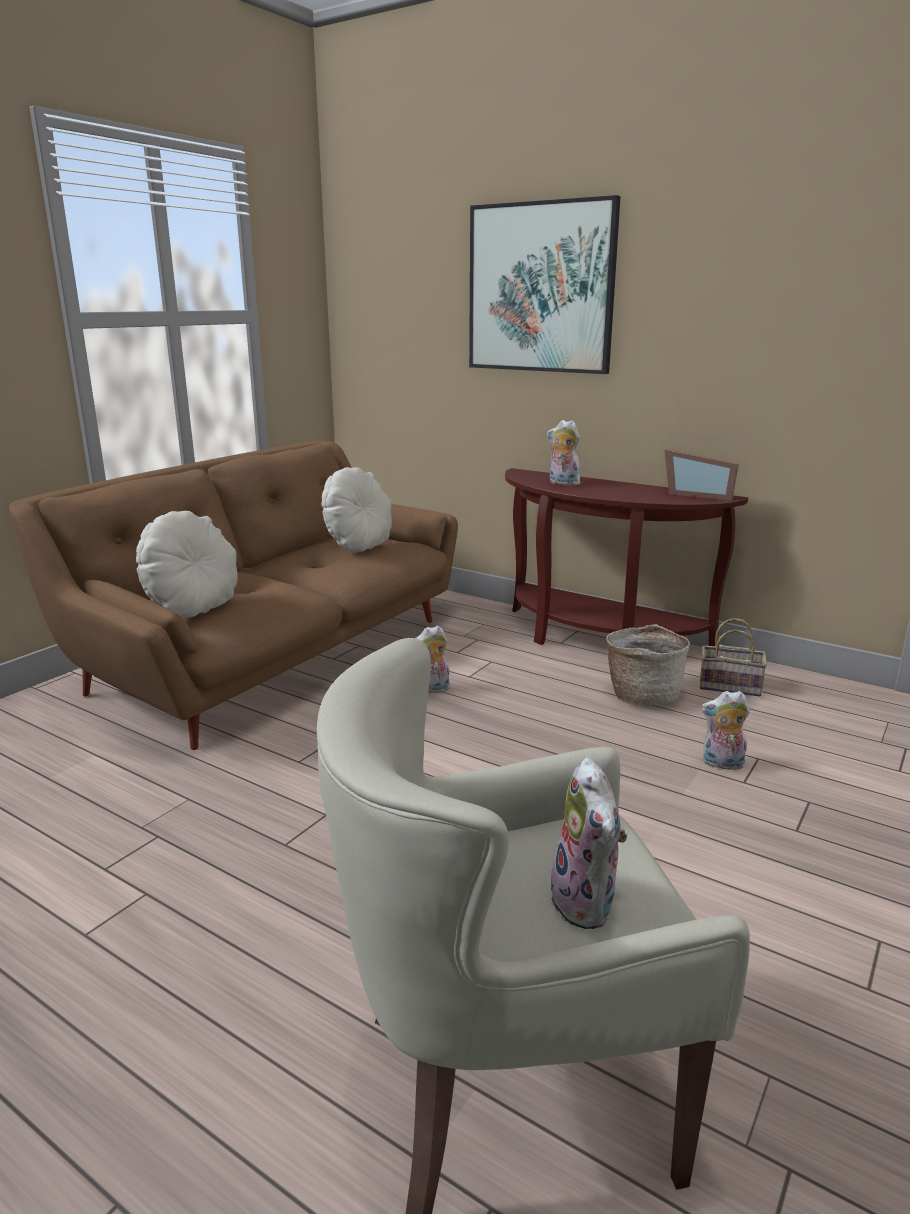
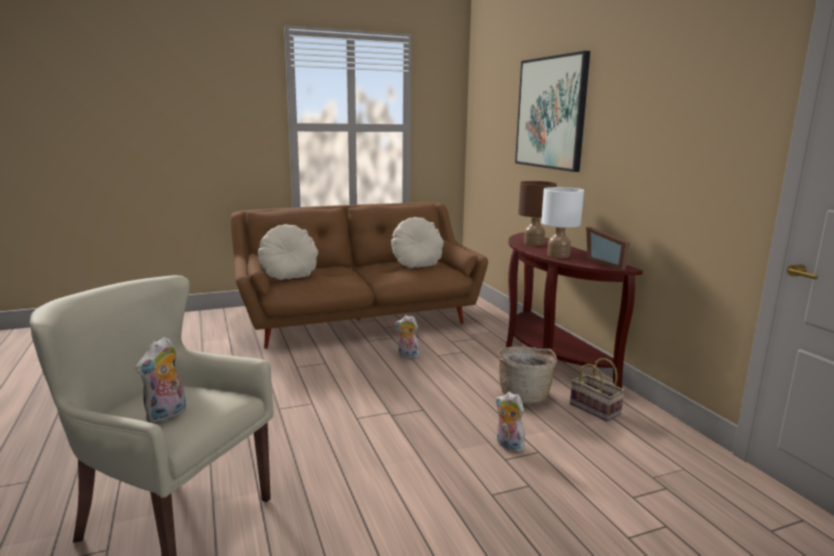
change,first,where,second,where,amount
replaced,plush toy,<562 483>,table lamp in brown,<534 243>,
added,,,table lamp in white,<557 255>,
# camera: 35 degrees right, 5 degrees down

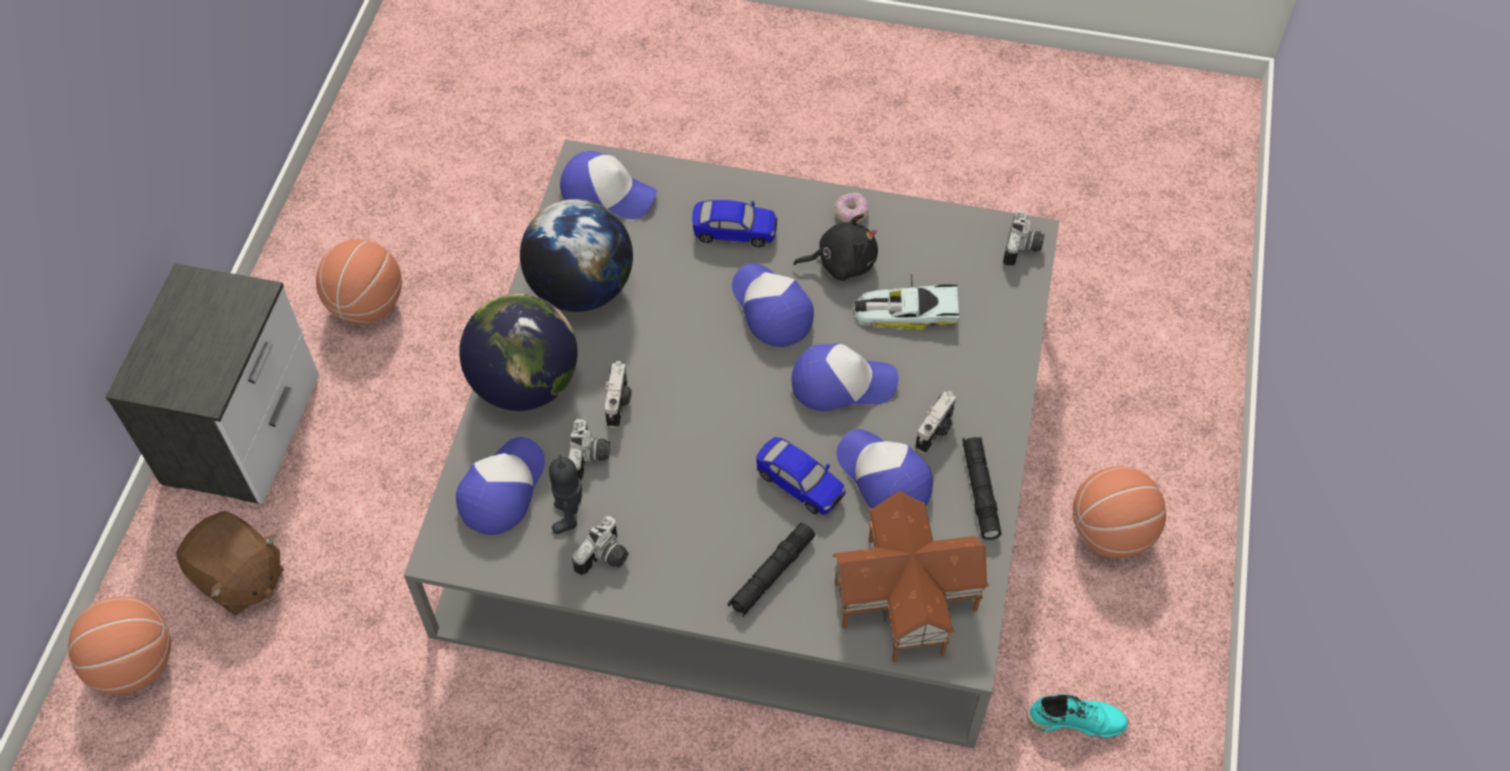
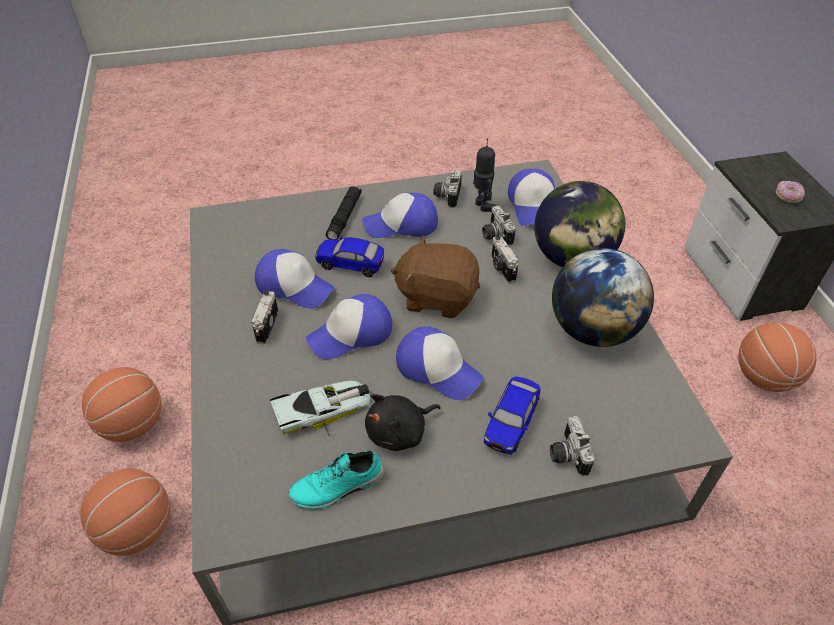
change,first,where,second,where,amount
moved,cap,<607 193>,,<401 225>,
moved,donut,<851 213>,,<787 197>,
turned,toy car,<734 232>,,<510 423>,45 degrees counterclockwise
moved,photo camera,<1023 249>,,<566 454>,
removed,flashlight in black,<980 491>,,,
removed,toy house,<907 594>,,,
moved,plush toy in brown,<239 578>,,<437 297>,
moved,basketball,<134 664>,,<138 529>,
moved,shoe in turquoise,<1075 719>,,<338 488>,
# camera: 155 degrees right, 10 degrees down

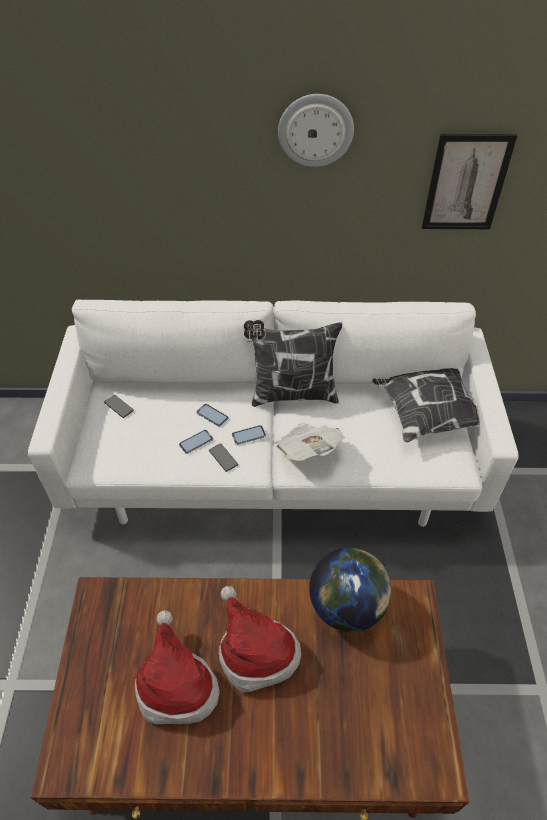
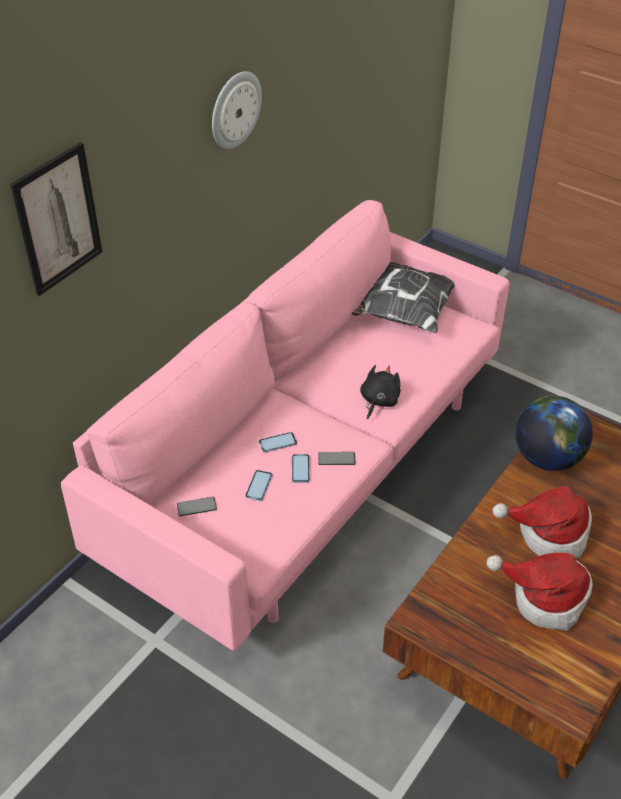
change,first,where,second,where,amount
moved,picture,<466 183>,,<58 219>,
recoloured,sofa in white,<273 465>,sofa in pink,<310 470>,
removed,pillow,<292 394>,,,
replaced,newspaper,<308 451>,plush toy in black,<378 401>,
moved,phone,<248 435>,,<258 486>,
# camera: 55 degrees left, 5 degrees down

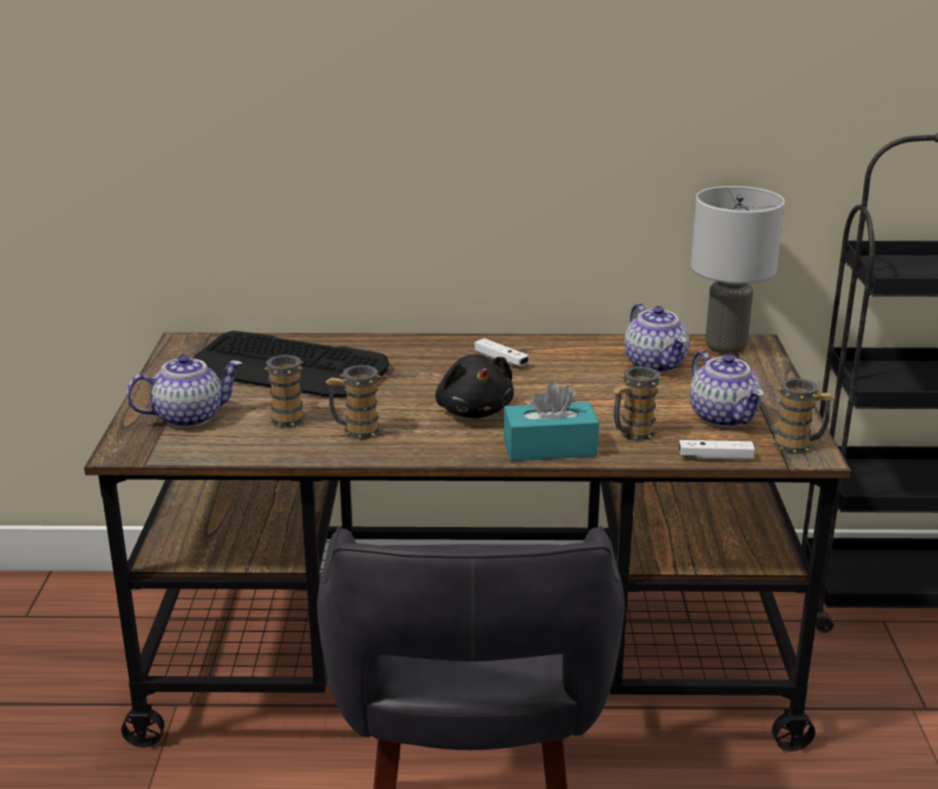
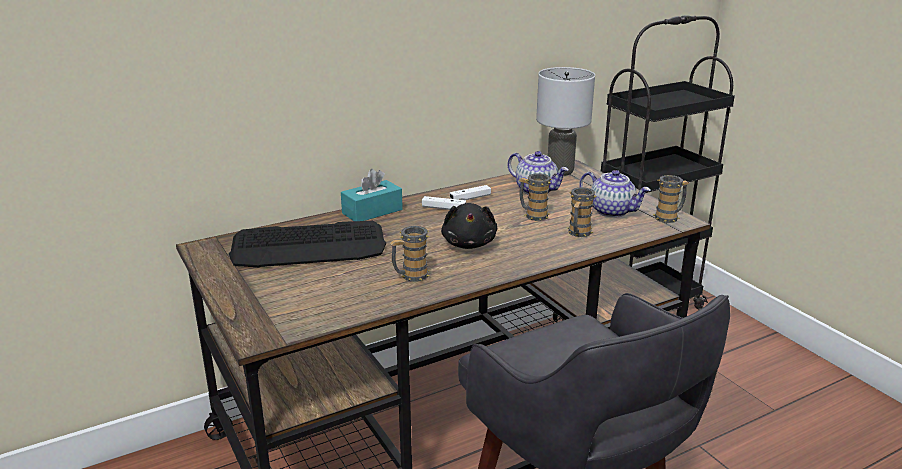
change,first,where,second,where,amount
removed,teapot,<189 417>,,,
turned,plush toy in black,<474 411>,,<469 243>,45 degrees clockwise
moved,mug,<285 417>,,<533 215>,
moved,tissue box in turquoise,<549 448>,,<372 211>,
moved,game controller in white,<715 457>,,<470 198>,
# camera: 30 degrees left, 0 degrees up

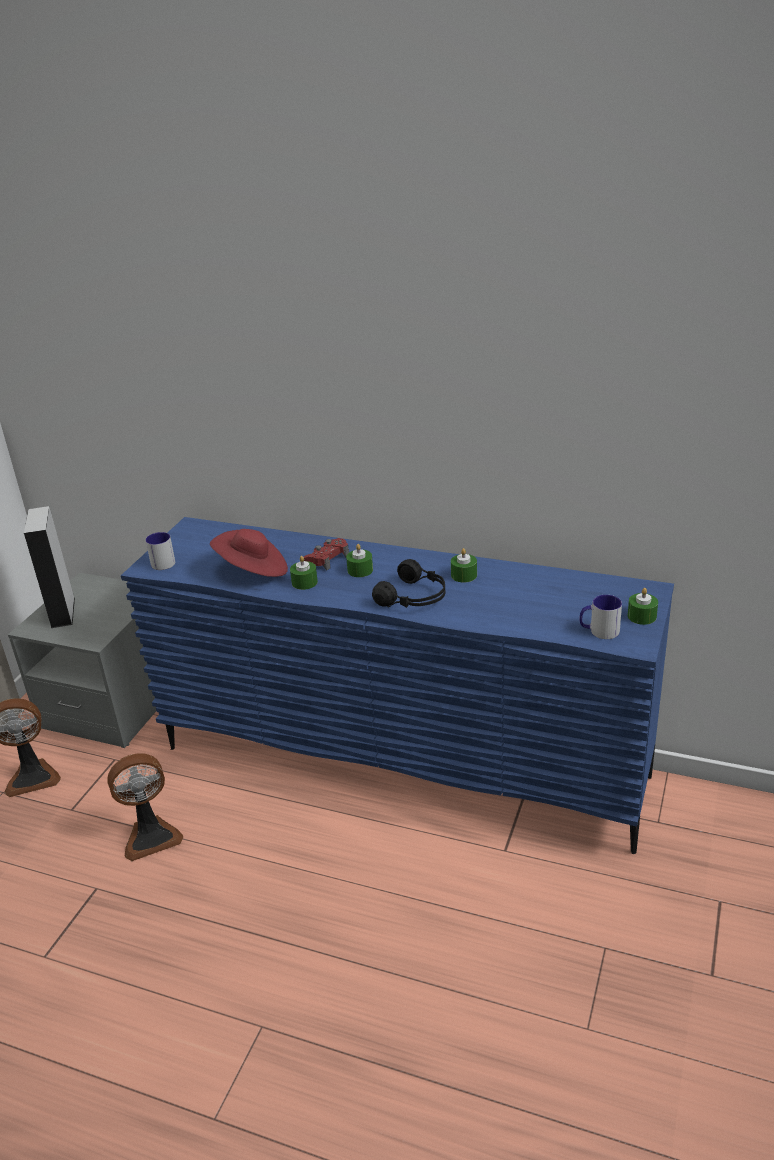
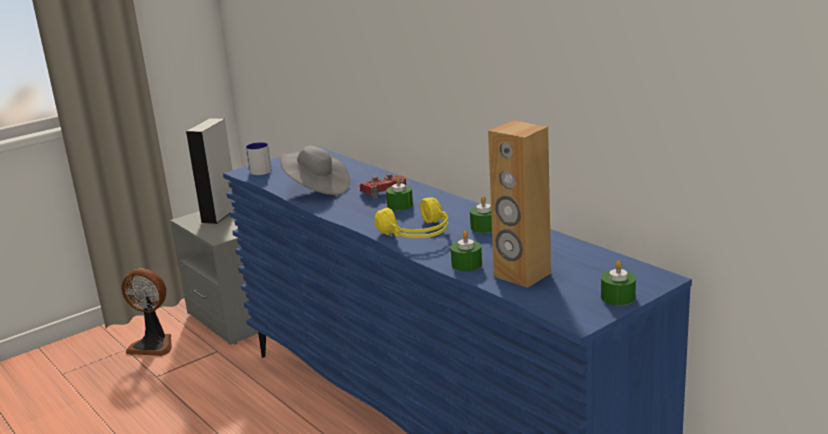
change,first,where,second,where,amount
recoloured,hat in red,<253 571>,hat in grey,<317 188>,
moved,candle in green,<304 582>,,<466 264>,
recoloured,headphones in black,<414 597>,headphones in yellow,<418 233>,
removed,mug,<599 631>,,,
removed,fan,<151 836>,,,
added,,,speaker in brown,<521 275>,
# camera: 30 degrees right, 10 degrees down

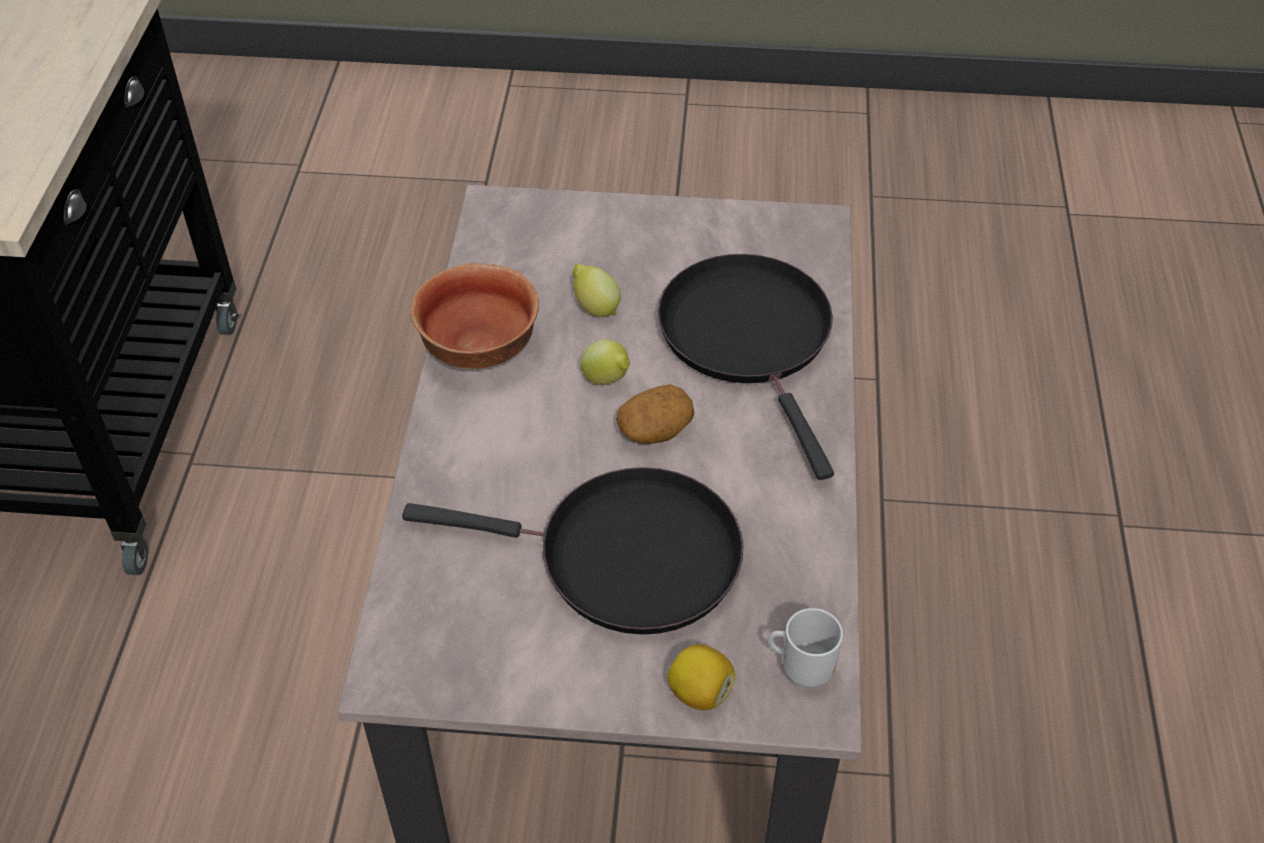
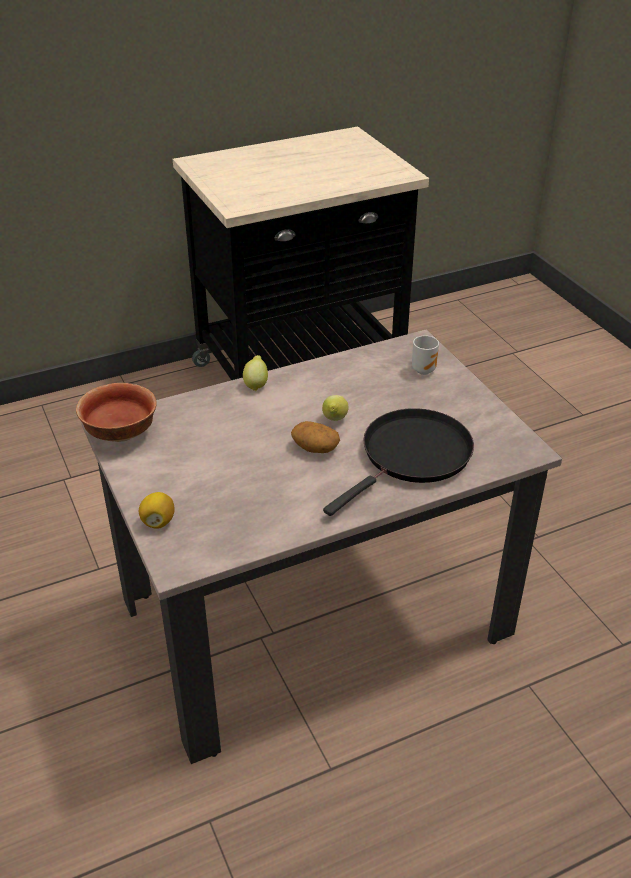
change,first,where,second,where,amount
moved,bowl,<477 347>,,<121 432>,
moved,lemon,<595 308>,,<256 384>,
removed,frying pan in black,<625 557>,,,
moved,mug,<803 668>,,<424 369>,
# camera: 60 degrees right, 10 degrees down

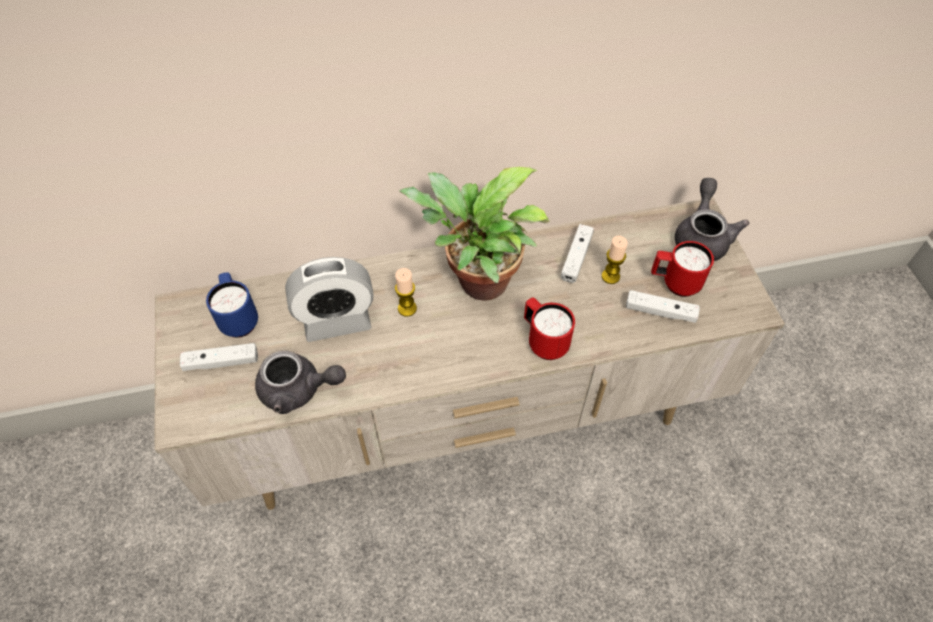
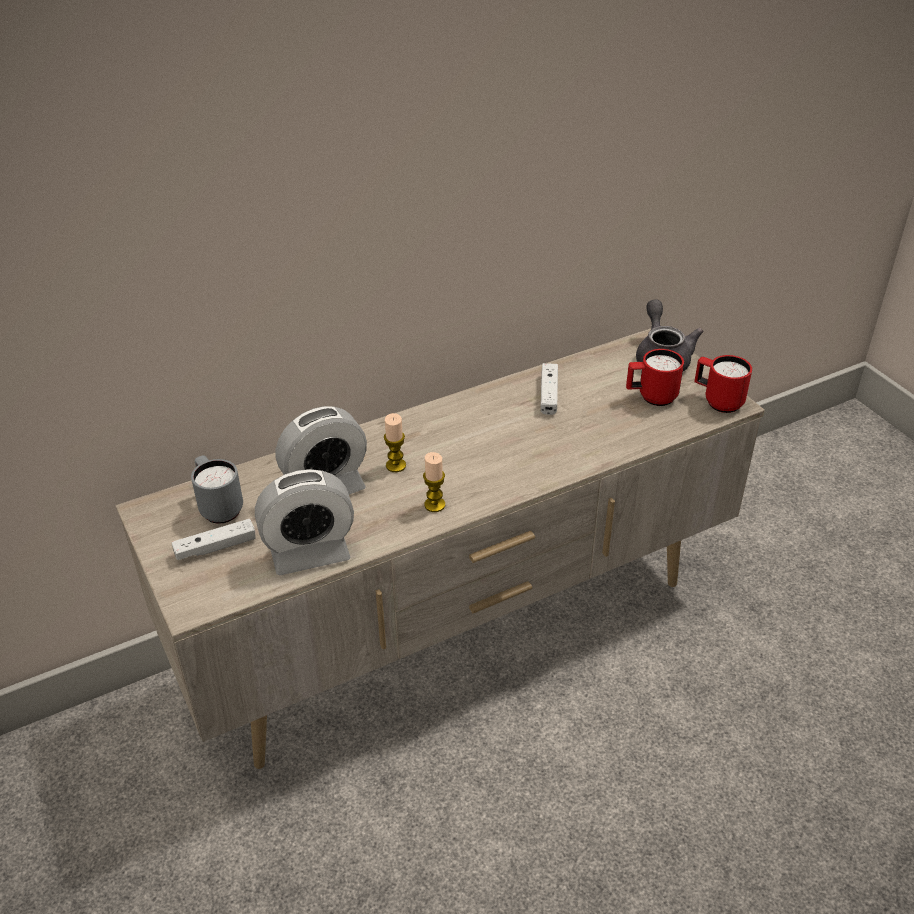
change,first,where,second,where,amount
removed,potted plant,<477 283>,,,
moved,candle,<610 276>,,<434 505>,
recoloured,mug in blue,<238 318>,mug in grey,<219 507>,
removed,game controller in white,<660 312>,,,
moved,mug in red,<543 341>,,<717 401>,
replaced,teapot in grey,<298 390>,alarm clock,<310 554>,
# camera: 15 degrees left, 15 degrees down

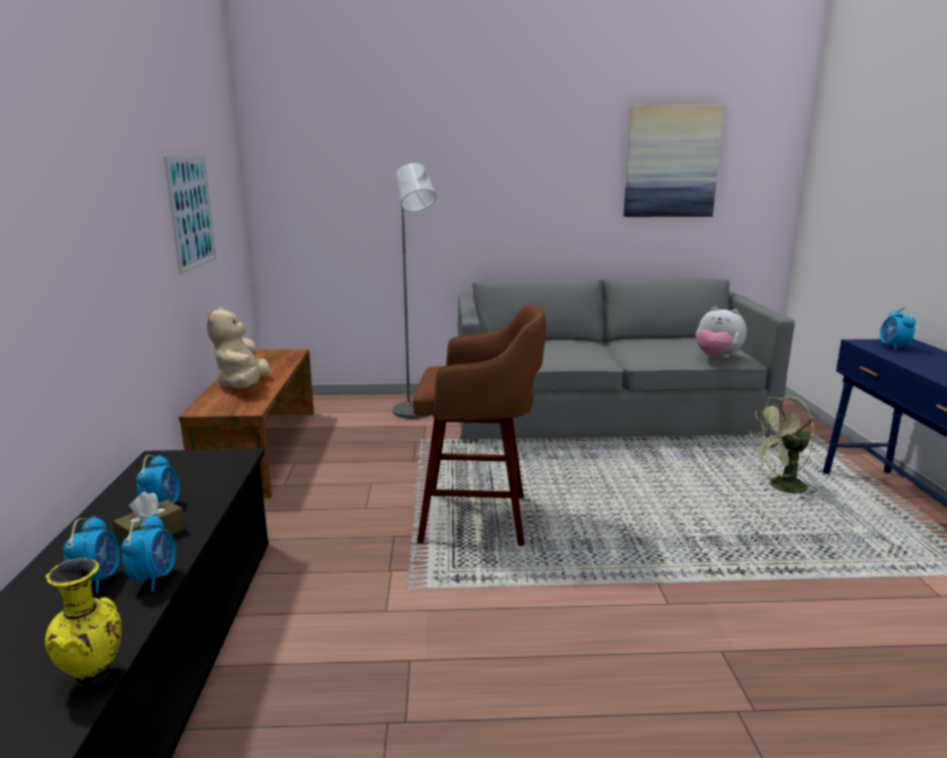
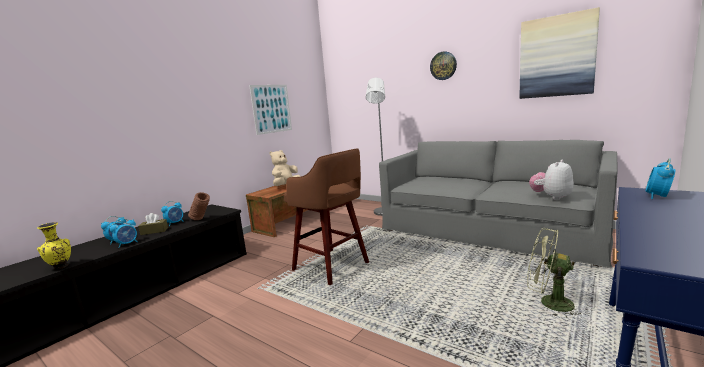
change,first,where,second,where,amount
turned,plush toy,<716 357>,,<551 197>,60 degrees clockwise
added,,,wall clock,<443 66>,
added,,,vase in brown,<201 220>,
# camera: 40 degrees right, 5 degrees down

